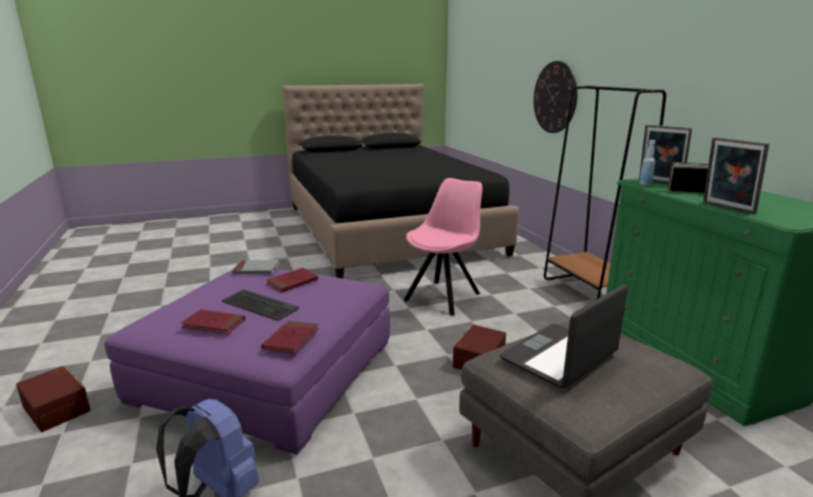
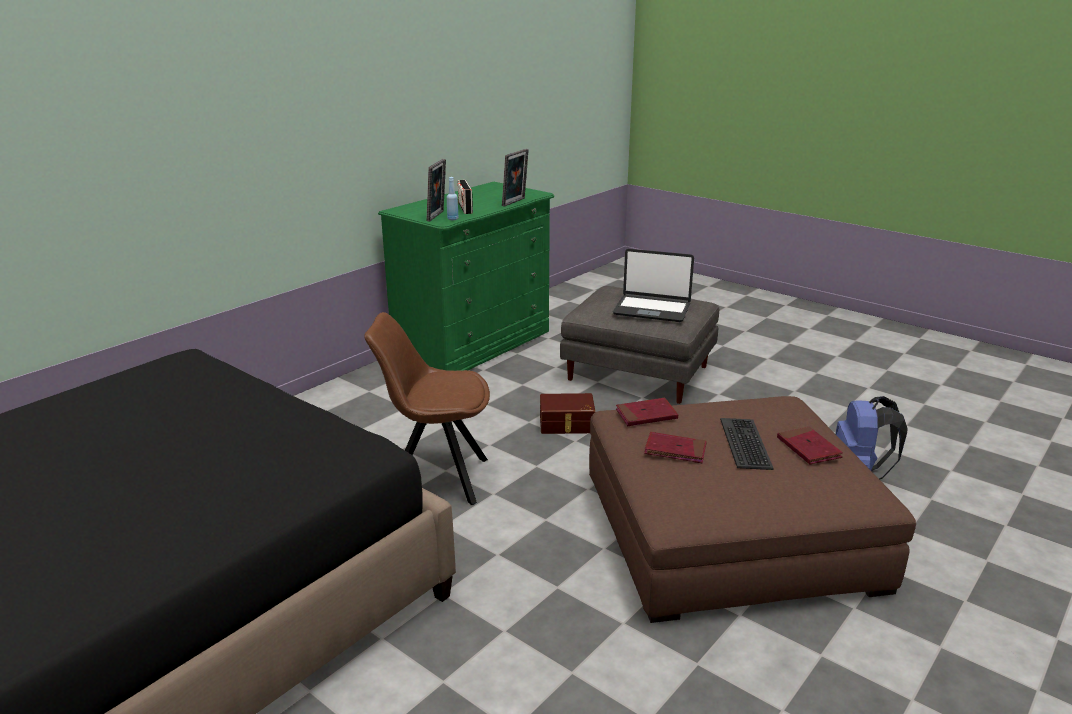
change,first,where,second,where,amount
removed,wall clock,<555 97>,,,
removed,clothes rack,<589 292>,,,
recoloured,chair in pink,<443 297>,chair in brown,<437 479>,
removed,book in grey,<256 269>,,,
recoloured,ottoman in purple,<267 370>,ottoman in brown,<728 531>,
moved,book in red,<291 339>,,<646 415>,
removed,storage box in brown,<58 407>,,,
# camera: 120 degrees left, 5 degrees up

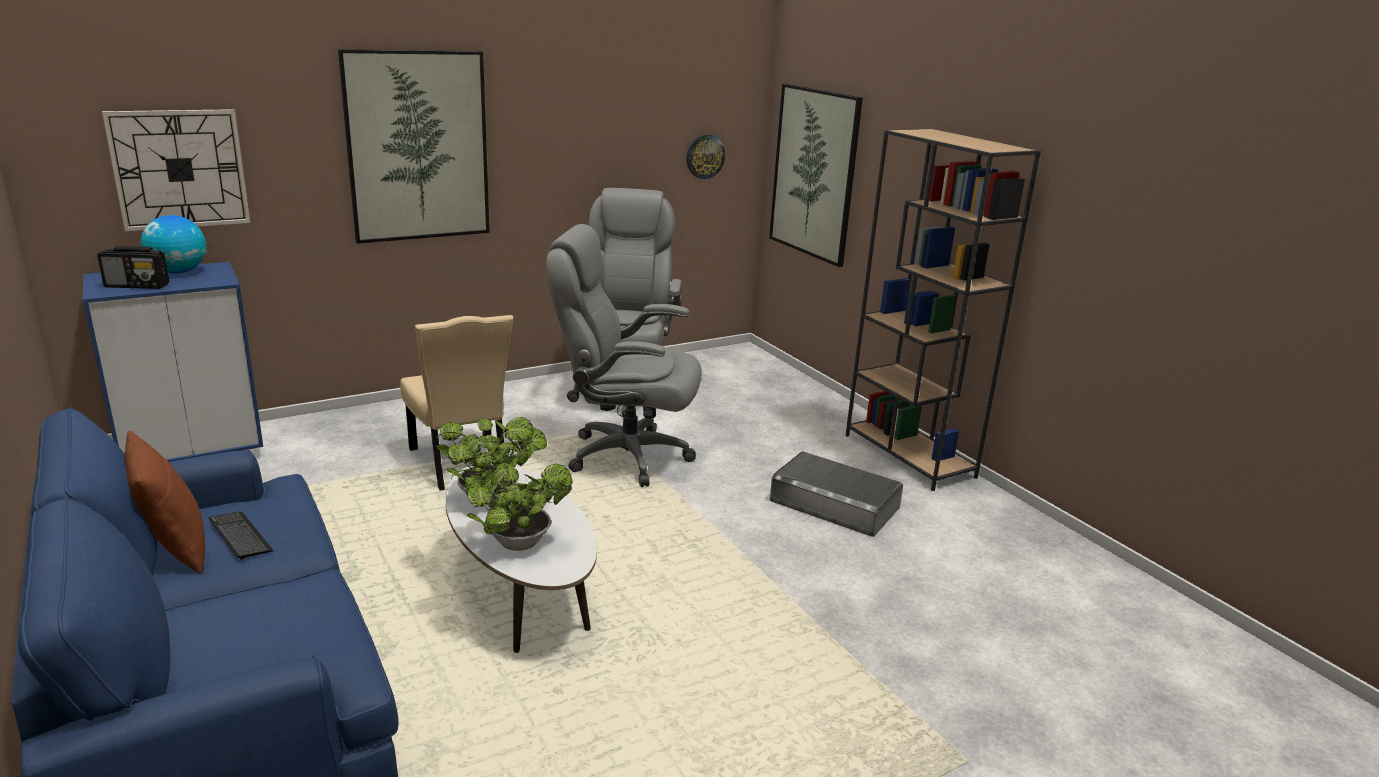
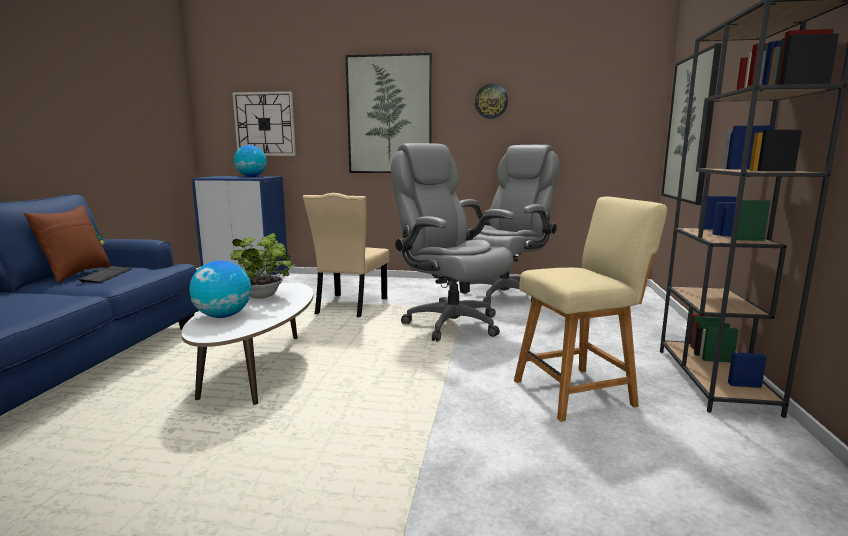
change,first,where,second,where,amount
moved,wall clock,<705 156>,,<491 101>,
removed,radio,<137 286>,,,
replaced,storage box in grey,<834 504>,chair in beige,<578 392>,
replaced,potted plant,<514 542>,globe,<223 316>,
# camera: 40 degrees right, 10 degrees down

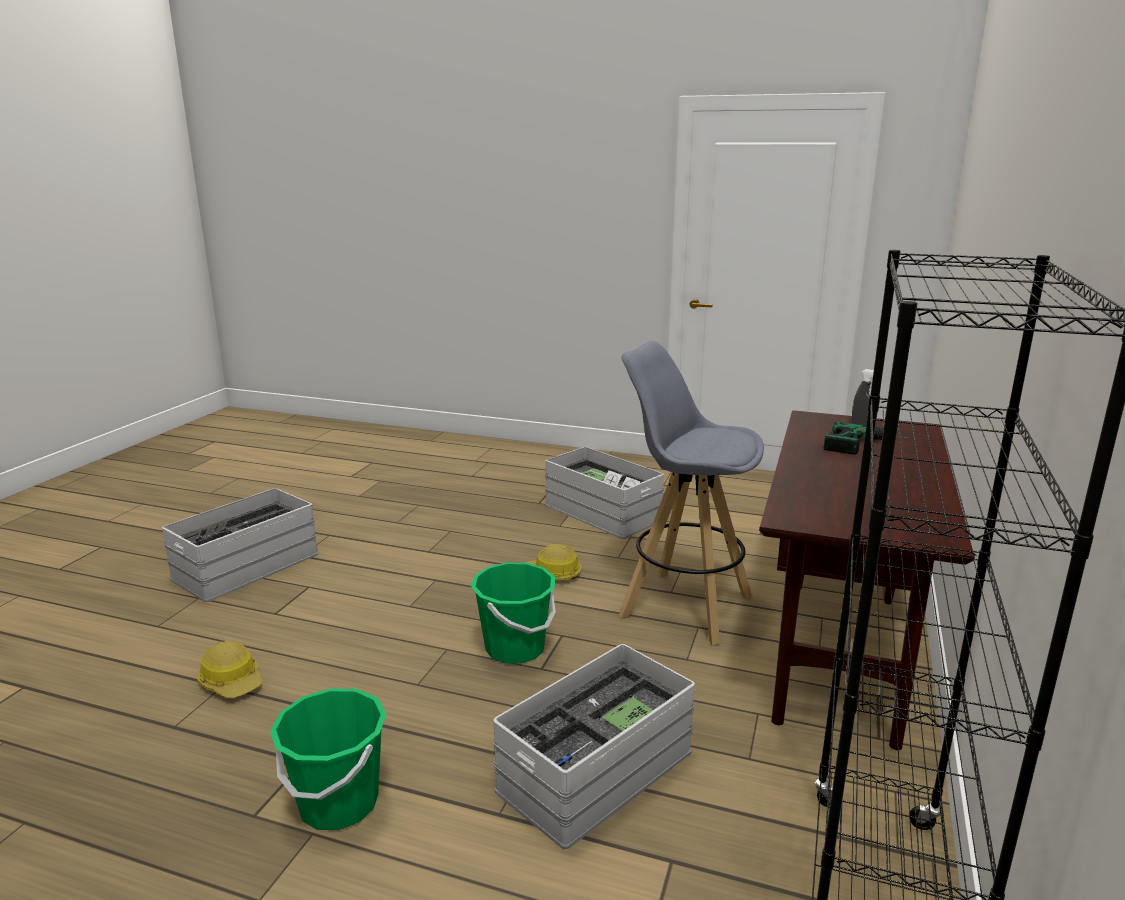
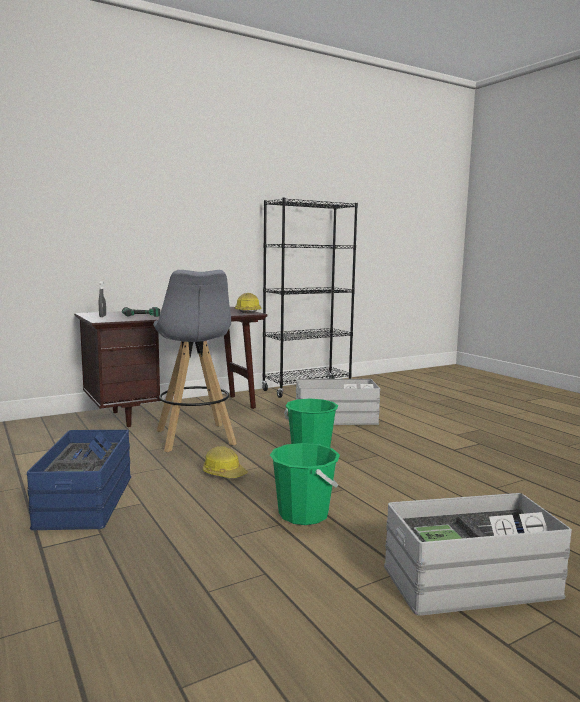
change,first,where,second,where,amount
recoloured,storage box in grey,<603 512>,storage box in blue,<84 500>,
moved,hard hat,<232 681>,,<247 311>,
moved,bucket in green,<338 803>,,<303 514>,
# camera: 140 degrees left, 10 degrees down

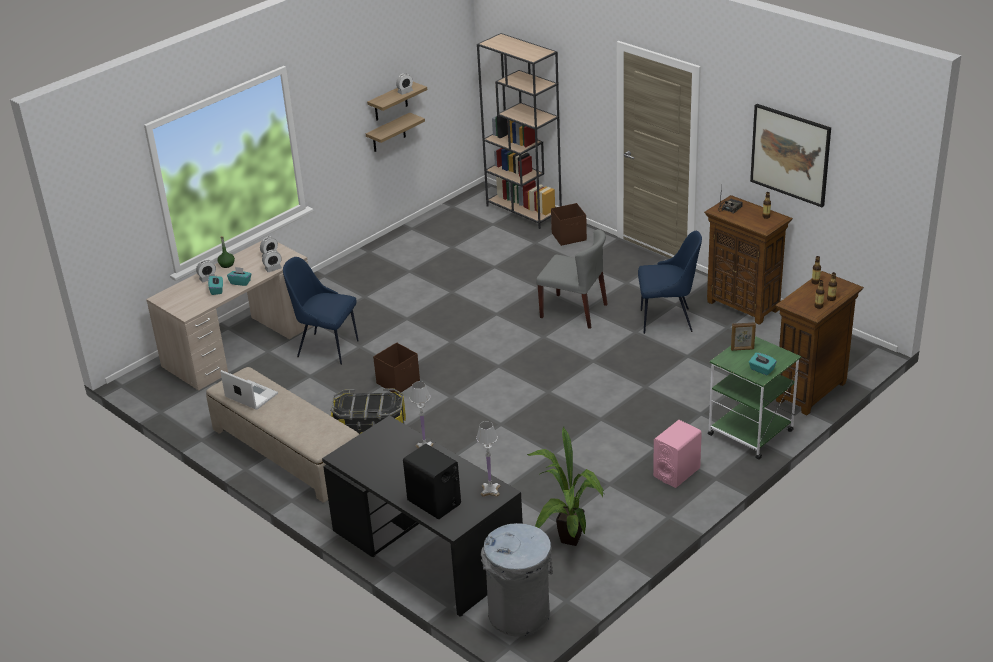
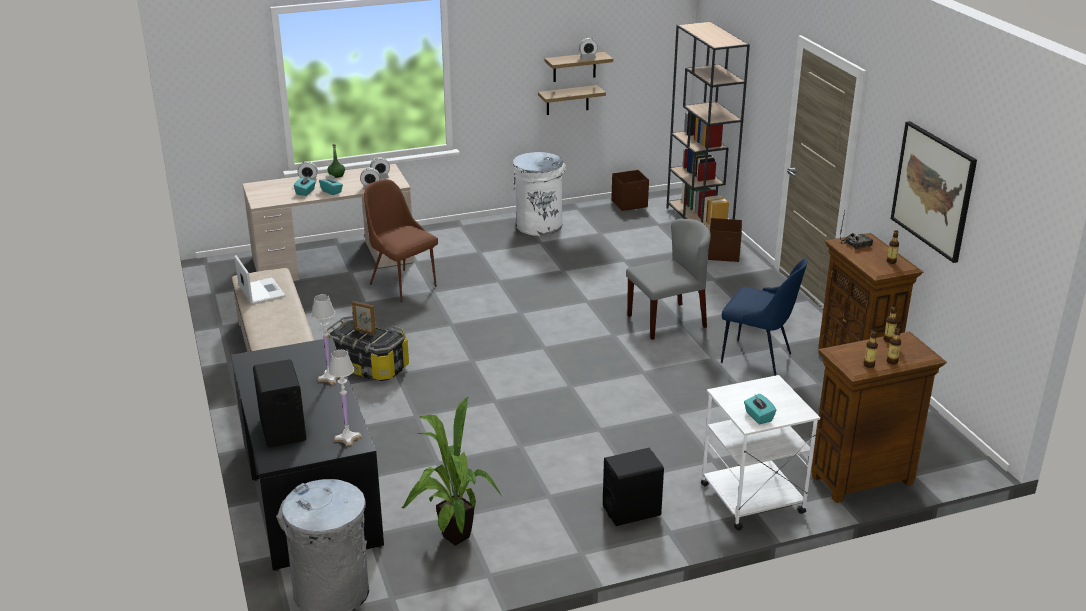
change,first,where,second,where,amount
turned,chair in grey,<574 311>,,<667 321>,75 degrees counterclockwise
recoloured,chair in blue,<327 349>,chair in brown,<402 285>,
moved,picture frame,<742 349>,,<364 332>,
recoloured,cart in green,<749 433>,cart in white,<750 499>,
moved,storage box in brown,<398 382>,,<630 204>,
recoloured,speaker in pink,<676 472>,speaker in black,<632 510>,
added,,,trash can in white,<539 225>,
# camera: 25 degrees right, 5 degrees down

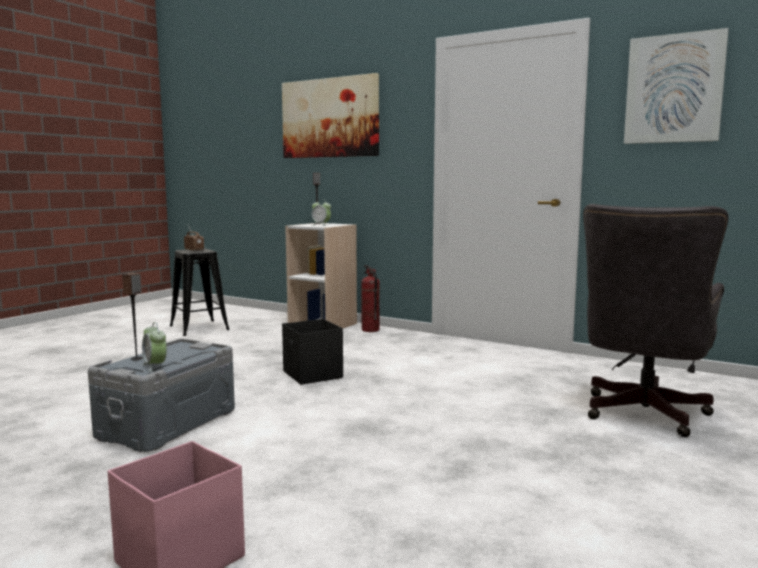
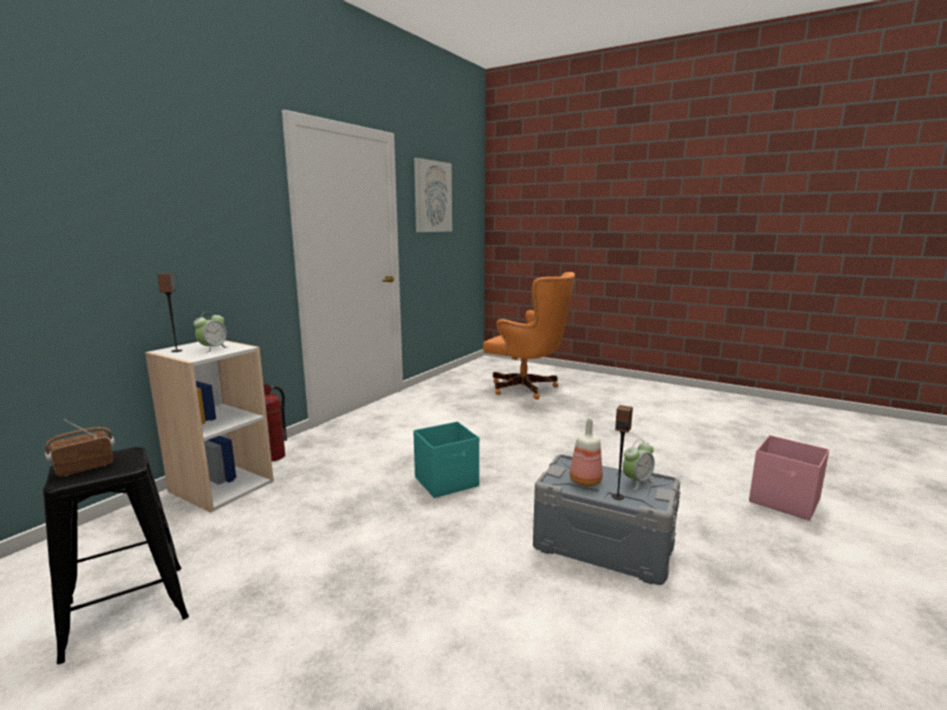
change,first,where,second,where,amount
removed,picture,<329 118>,,,
recoloured,office chair in grey,<643 415>,office chair in orange,<527 389>,
recoloured,storage box in black,<312 375>,storage box in turquoise,<447 482>,
added,,,bottle,<584 481>,
# camera: 90 degrees left, 5 degrees up

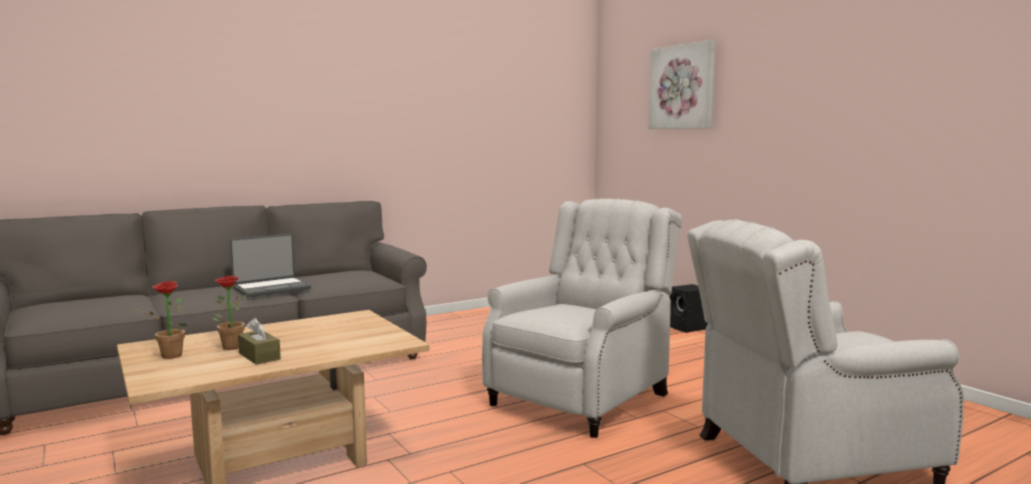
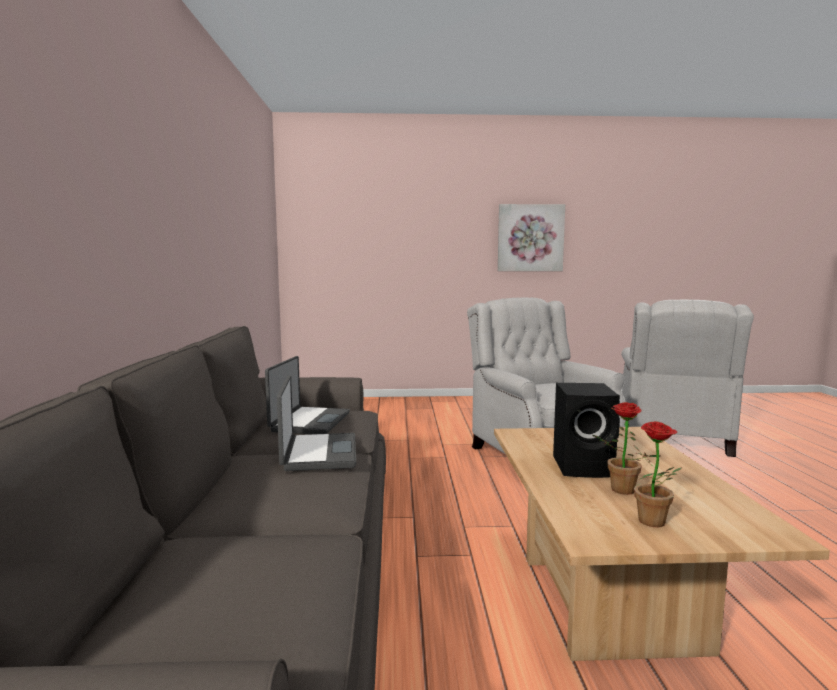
change,first,where,second,where,amount
moved,picture,<682 87>,,<530 238>,
moved,speaker in black,<689 328>,,<585 467>,
removed,tissue box in brown,<259 356>,,,
added,,,laptop,<309 422>,
# camera: 60 degrees left, 0 degrees up

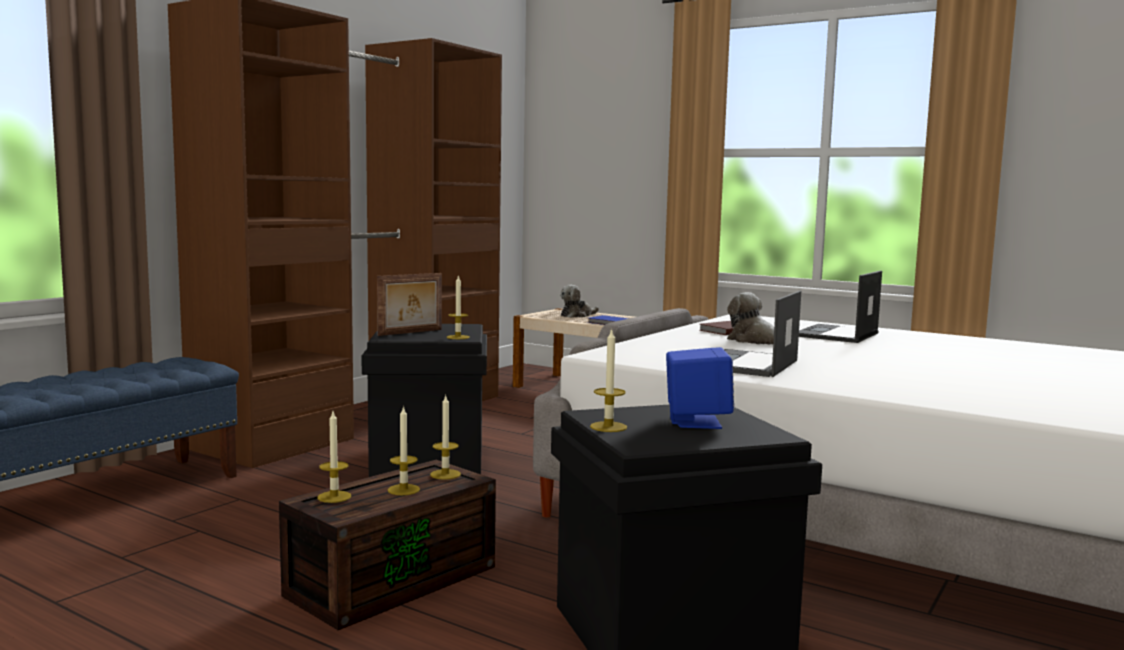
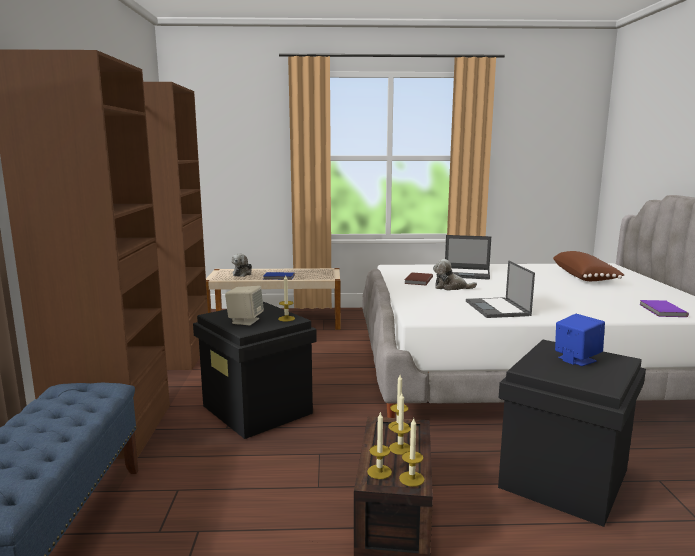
change,first,where,second,where,amount
turned,laptop,<836 335>,,<467 274>,75 degrees counterclockwise
replaced,picture frame,<411 332>,speaker in beige,<245 321>,
moved,candle,<608 427>,,<411 479>,
added,,,pillow in brown,<584 277>,
added,,,book in purple,<661 310>,
# camera: 35 degrees left, 5 degrees up

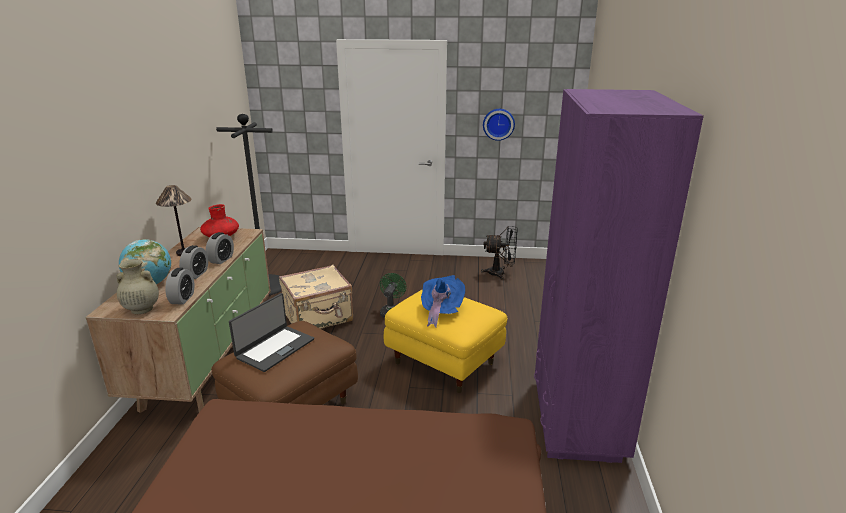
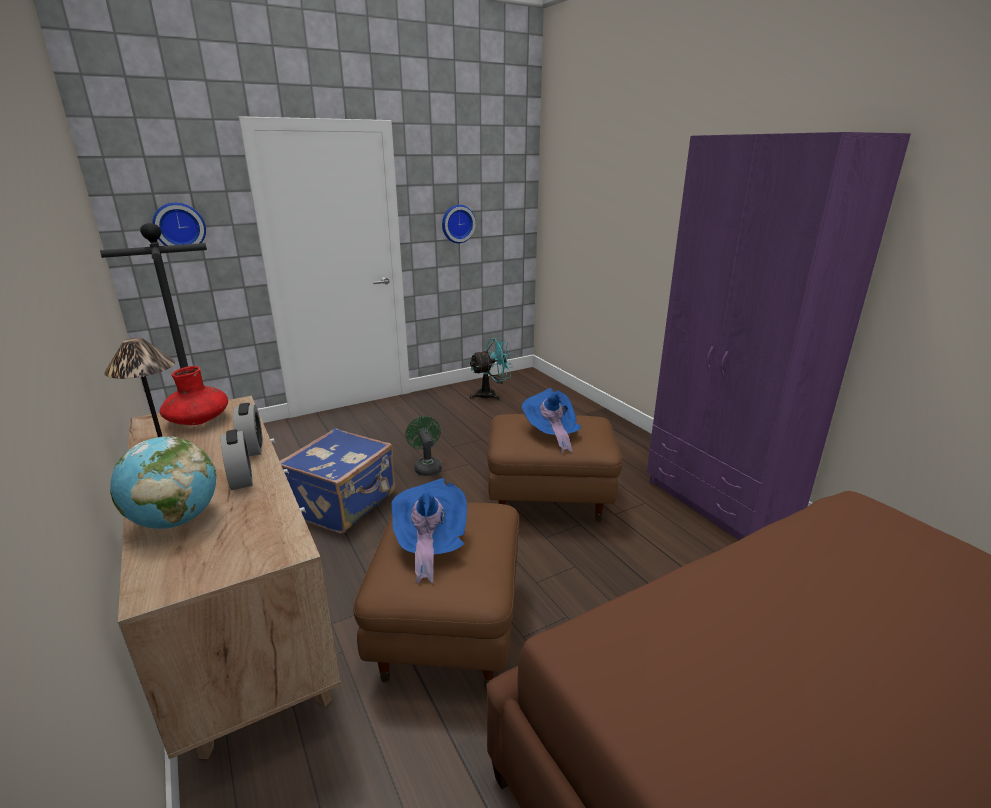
change,first,where,second,where,amount
recoloured,fan in black,<500 273>,fan in turquoise,<491 395>,
removed,vase in beige,<141 309>,,,
recoloured,suitcase in beige,<319 317>,suitcase in blue,<344 503>,
removed,alarm clock,<182 299>,,,
recoloured,ottoman in yellow,<445 364>,ottoman in brown,<550 498>,
replaced,laptop,<274 348>,hat in blue,<430 545>,
added,,,wall clock,<179 226>,
# camera: 35 degrees left, 0 degrees up

